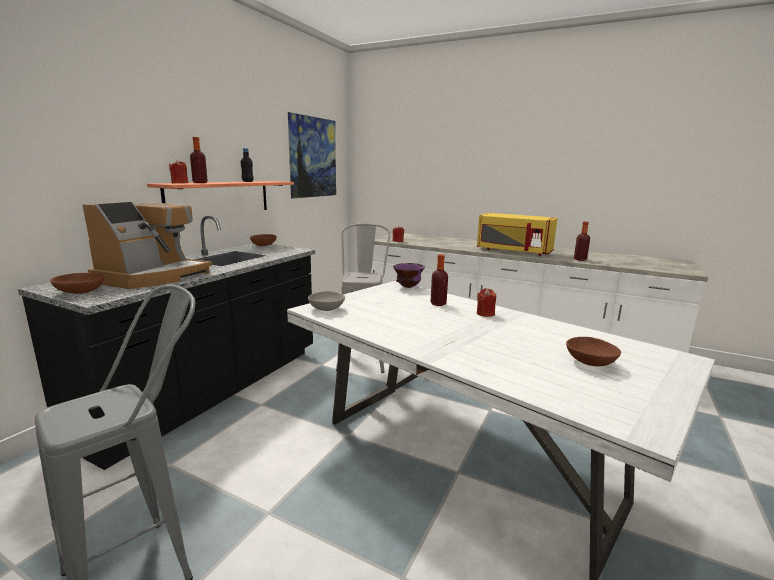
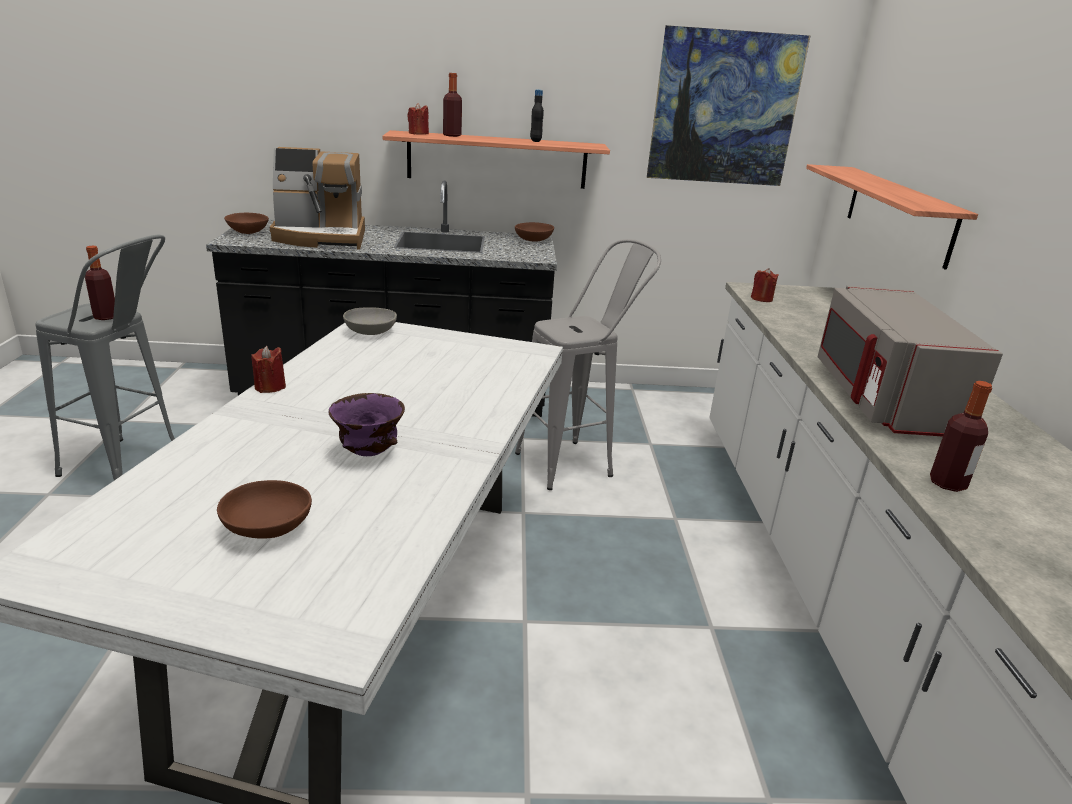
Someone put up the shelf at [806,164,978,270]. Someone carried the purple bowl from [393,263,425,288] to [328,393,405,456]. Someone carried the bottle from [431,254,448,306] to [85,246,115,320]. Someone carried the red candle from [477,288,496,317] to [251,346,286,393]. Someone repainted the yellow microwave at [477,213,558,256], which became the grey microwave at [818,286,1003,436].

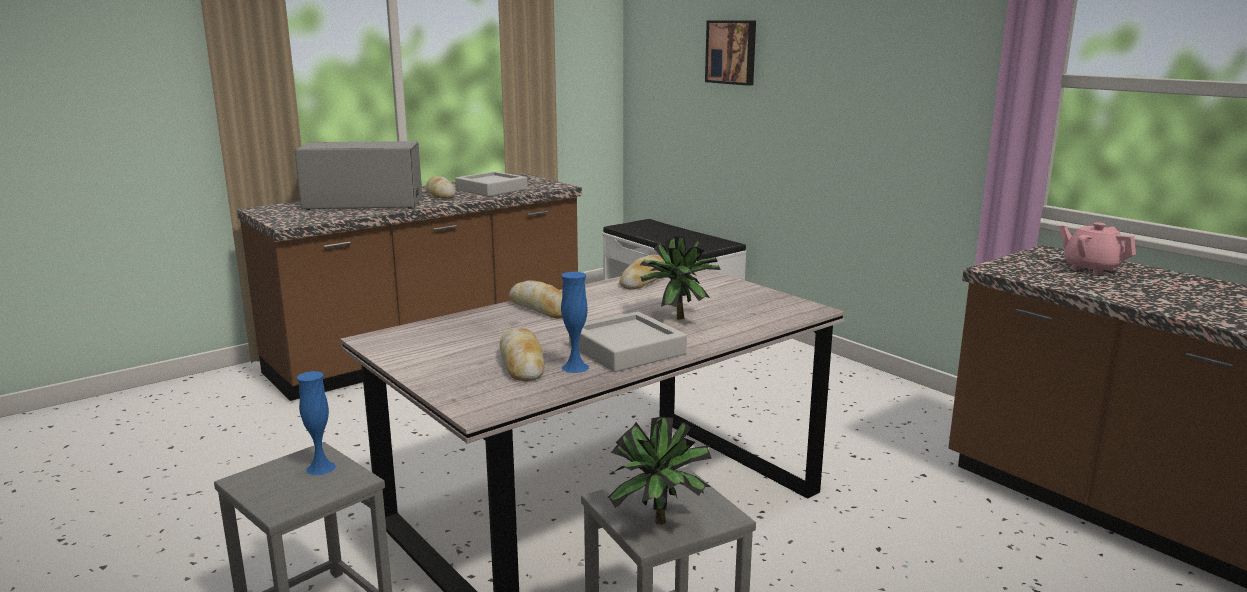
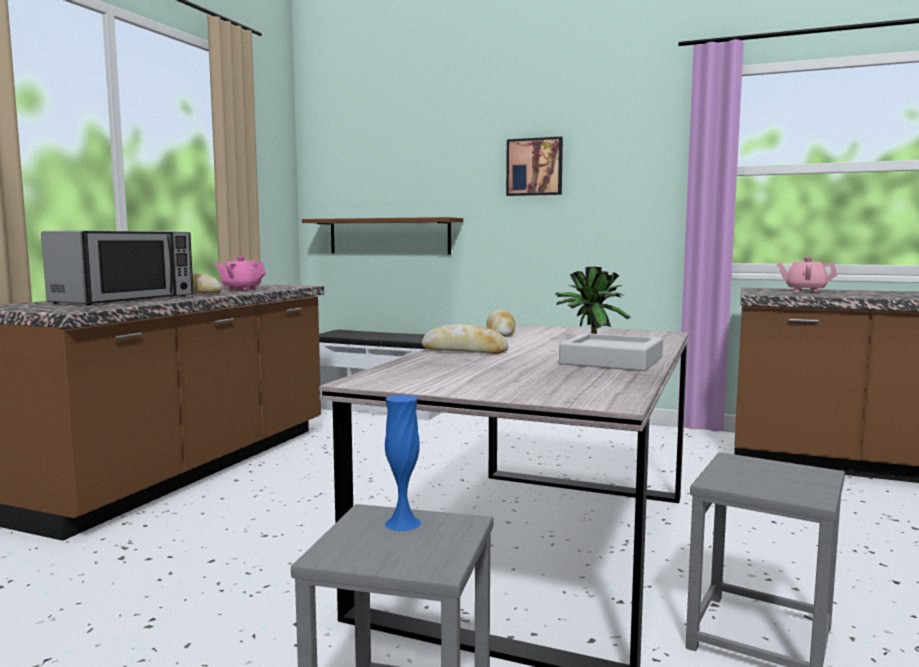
Someone took away the bread at [500,328,544,381]. Someone took away the blue vase at [561,272,589,373]. Someone took away the potted plant at [608,417,712,525]. Someone put up the brown shelf at [302,217,463,255]. Someone carried the picture from [705,20,756,86] to [506,137,563,196]. Someone swapped the grey tray at [455,171,528,197] for the pink teapot at [215,256,266,291]. Someone rotated the microwave at [294,141,422,210] by 150 degrees clockwise.

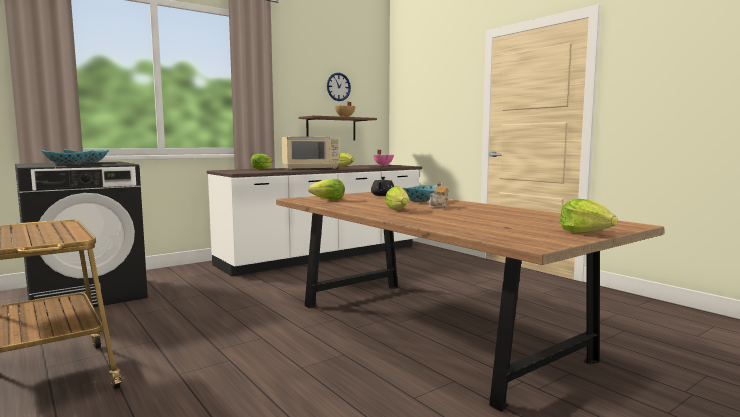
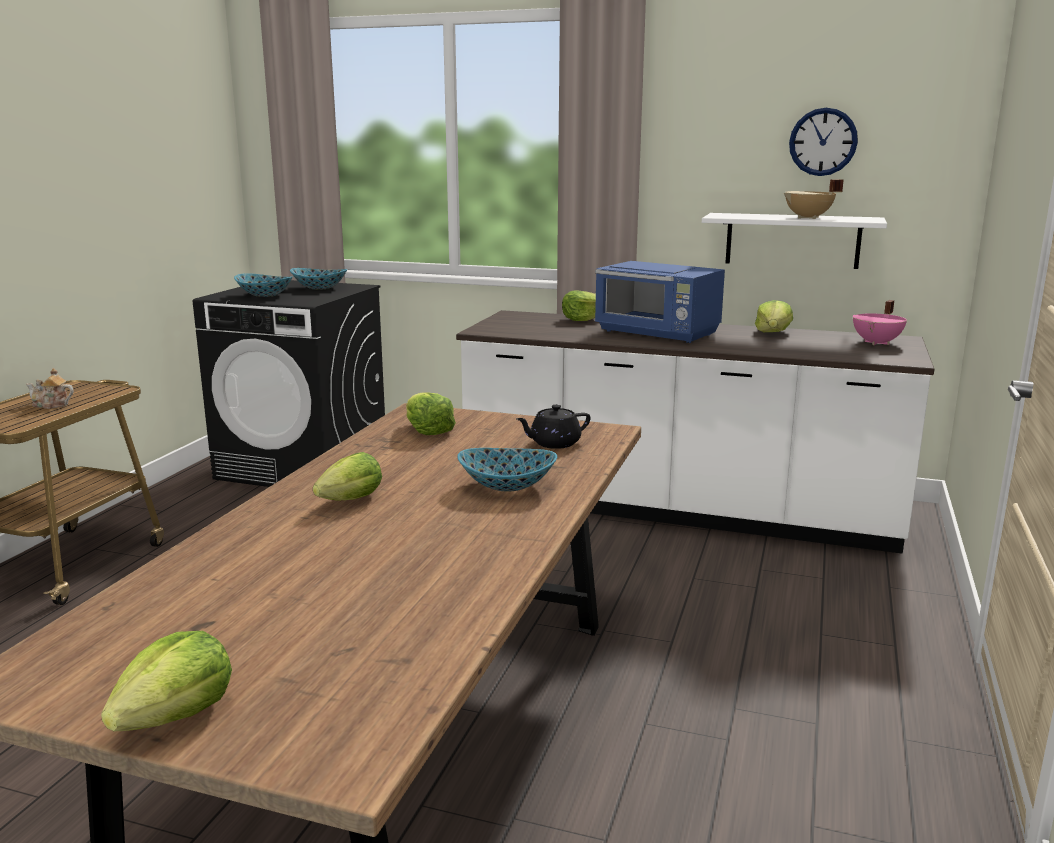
Someone carried the teapot from [429,182,449,209] to [26,368,74,409]. Someone repainted the beige microwave at [282,136,340,170], which became the blue microwave at [595,261,725,343]. Someone repainted the brown shelf at [299,116,377,141], which became the white shelf at [702,213,887,269].

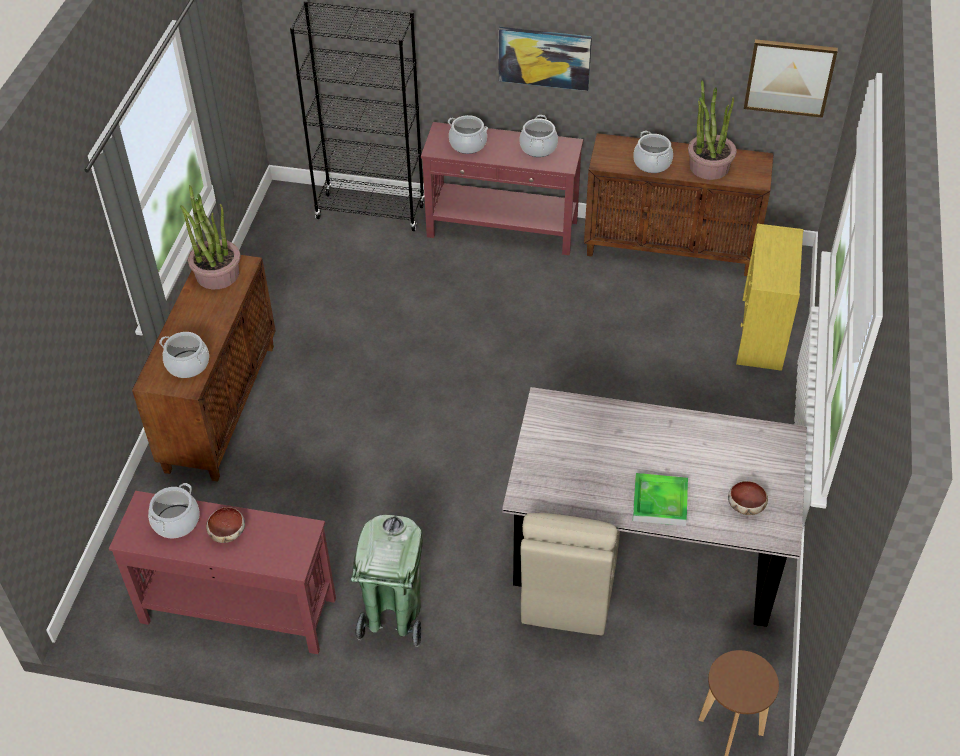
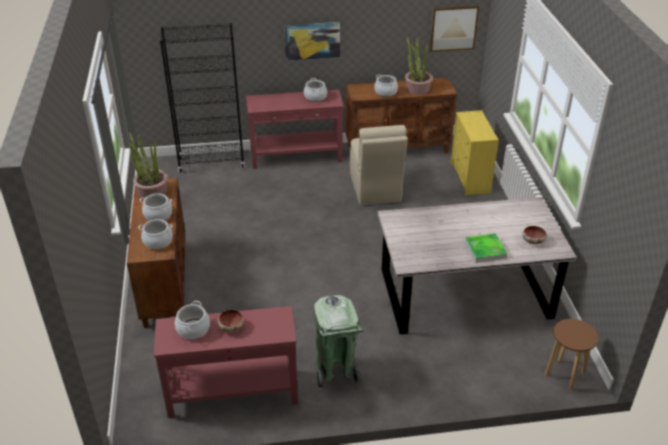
Someone carried the cooking pot from [448,115,488,154] to [139,193,172,221]. Someone carried the beige chair from [520,513,620,635] to [350,125,408,206].

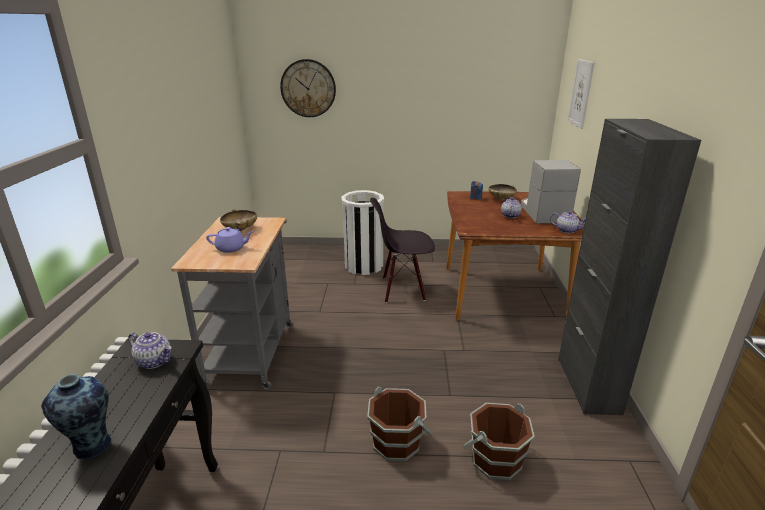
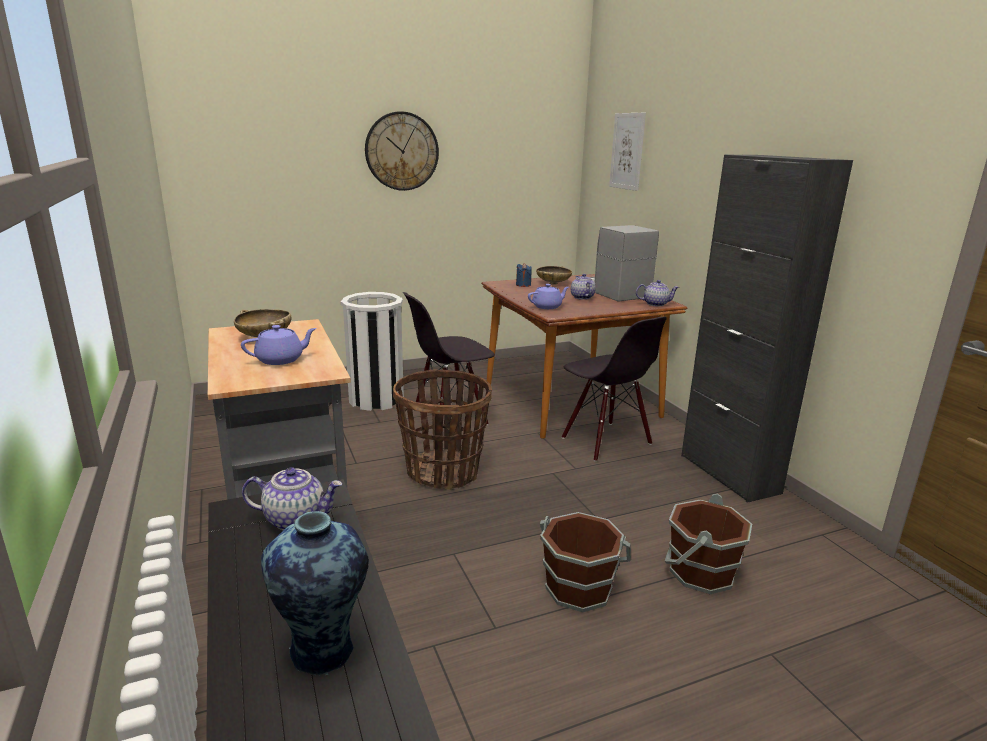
Someone put down the basket at [393,369,492,490]. Someone put down the purple teapot at [528,284,569,309]. Someone put down the black chair at [562,316,667,462]. Someone carried the wall clock from [280,59,336,117] to [365,111,439,191].

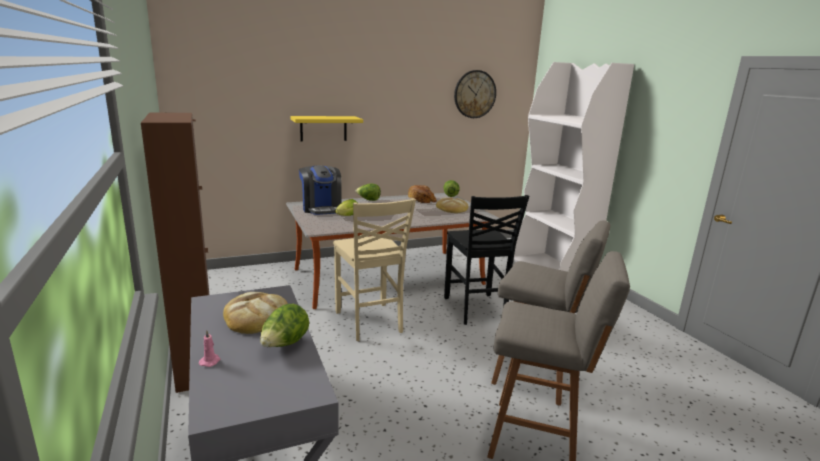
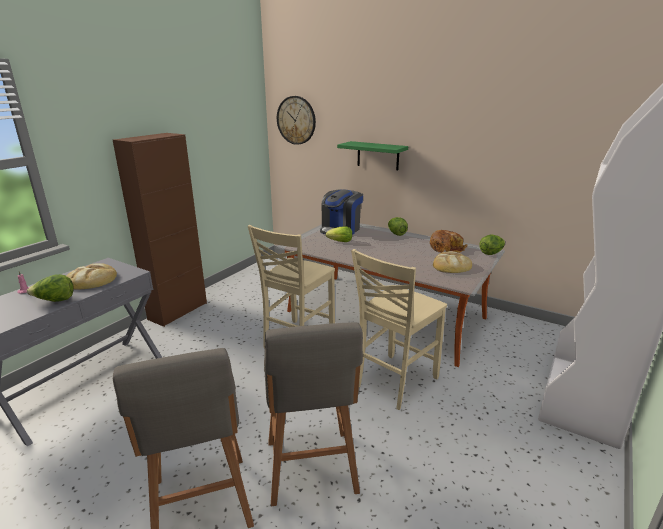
Someone carried the wall clock from [454,70,496,118] to [277,96,316,145]. Someone repainted the yellow shelf at [290,116,363,141], which became the green shelf at [337,141,408,170]. Someone repainted the black chair at [444,195,529,325], which became the beige chair at [351,249,447,410].

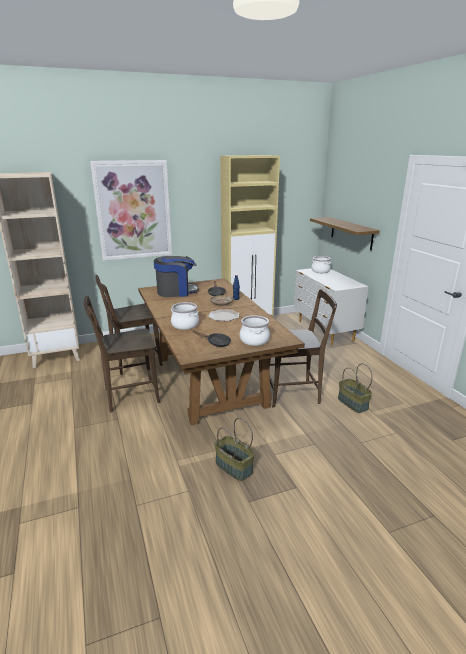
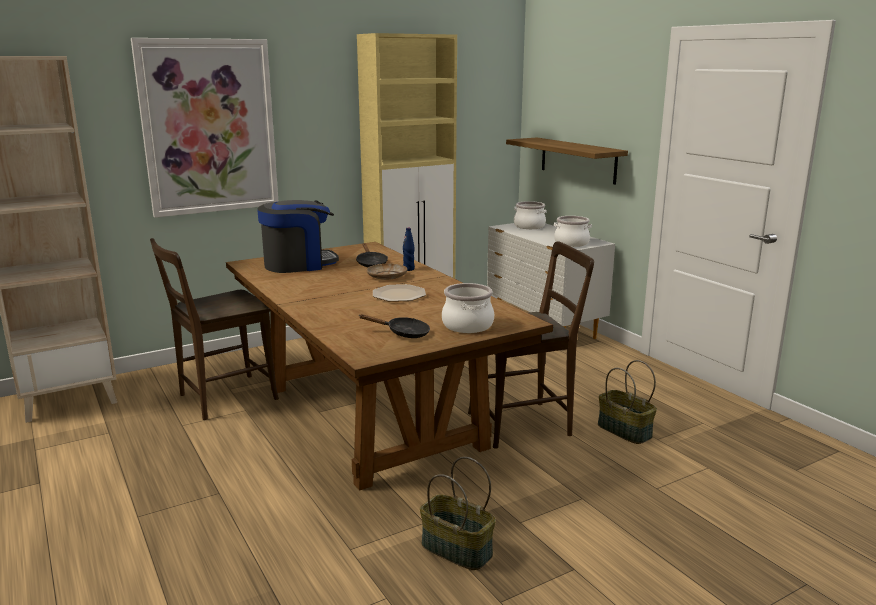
Someone took away the brown chair at [84,296,160,412]. Someone carried the cooking pot from [171,302,199,330] to [554,216,592,247].

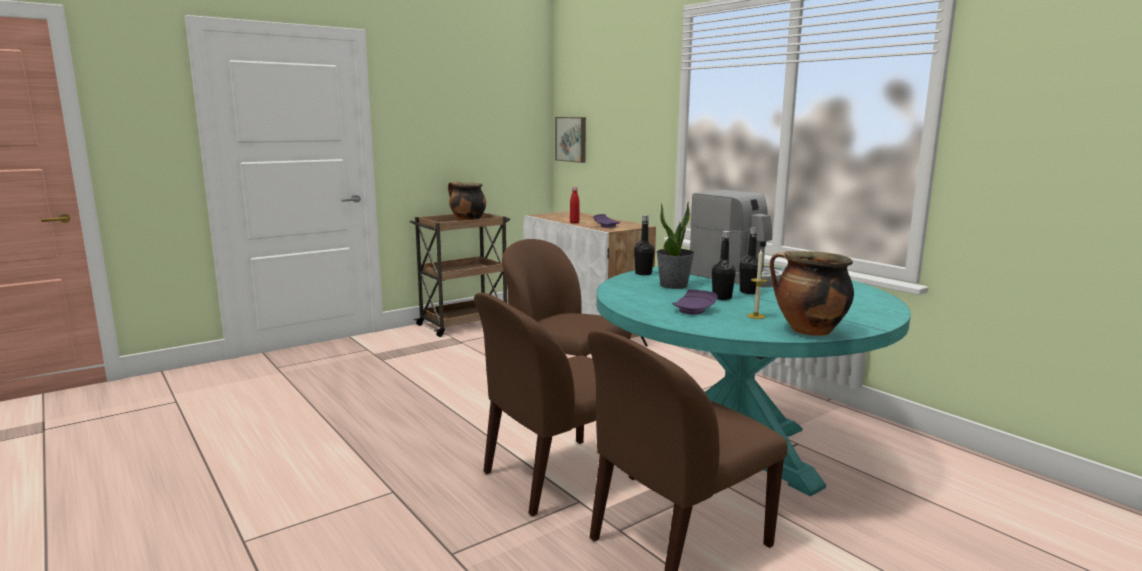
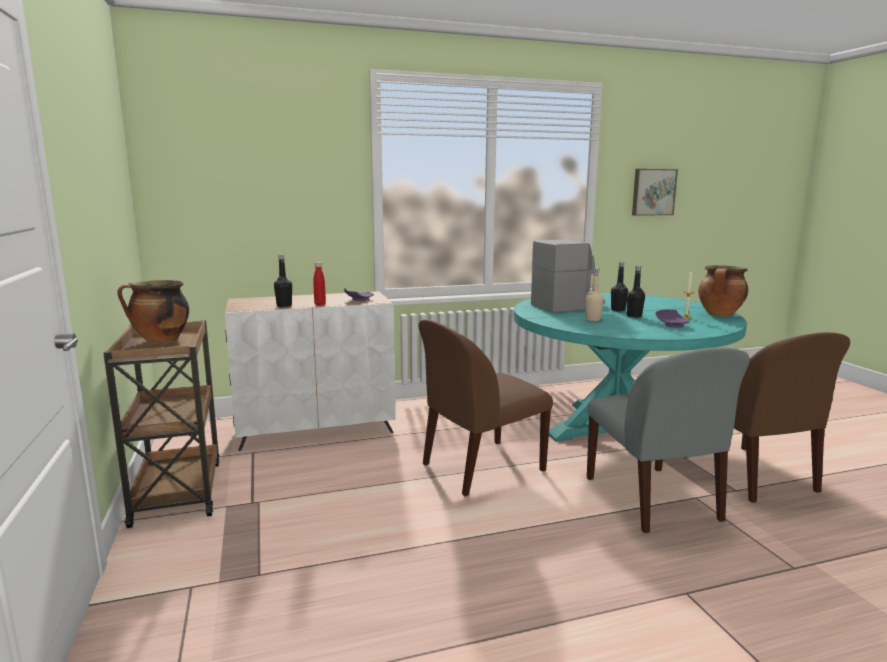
Someone carried the picture from [555,117,586,163] to [632,169,678,216]. Someone carried the black bottle from [634,215,655,275] to [274,254,292,307]. Someone swapped the potted plant at [656,201,695,289] for the beige bottle at [585,268,604,321]. Someone repainted the brown chair at [474,293,635,517], which became the grey chair at [587,347,750,533].

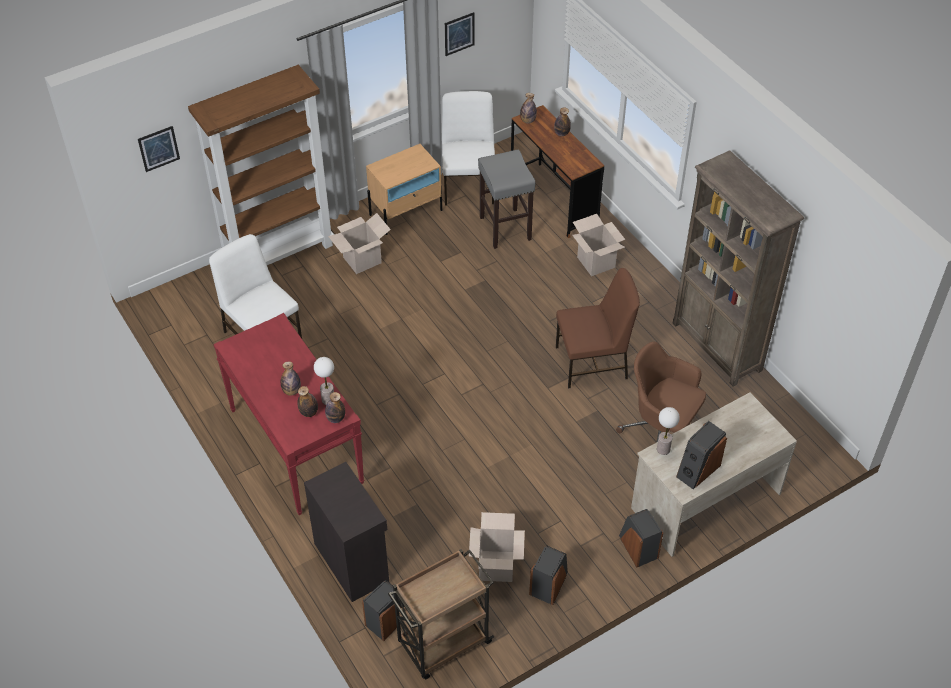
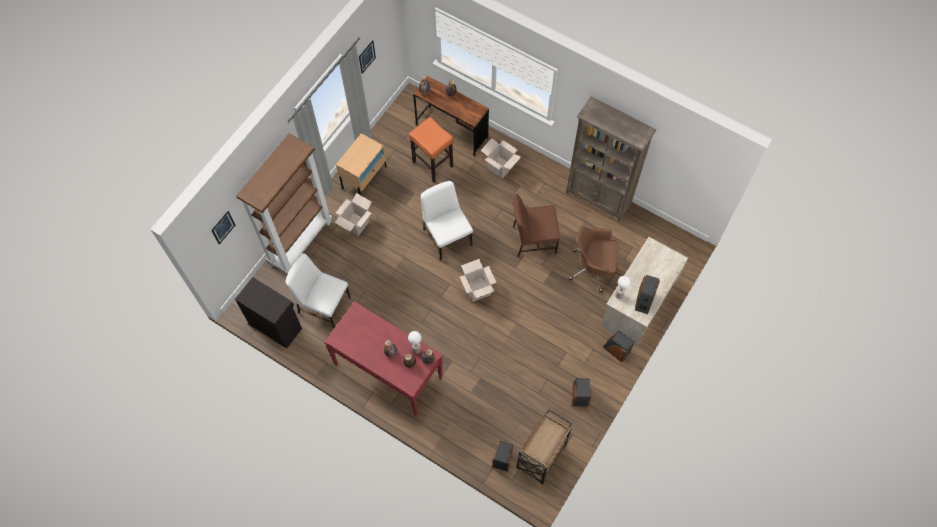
Someone carried the black cabinet from [304,462,389,602] to [235,277,302,348]. Someone carried the white chair from [442,91,495,205] to [421,181,473,260]. Someone carried the cardboard box from [469,512,525,582] to [460,259,497,302]. Someone repainted the grey stool at [478,150,536,249], which became the orange stool at [409,117,453,182]. Someone rotated the brown chair at [556,268,640,388] by 150 degrees counterclockwise.

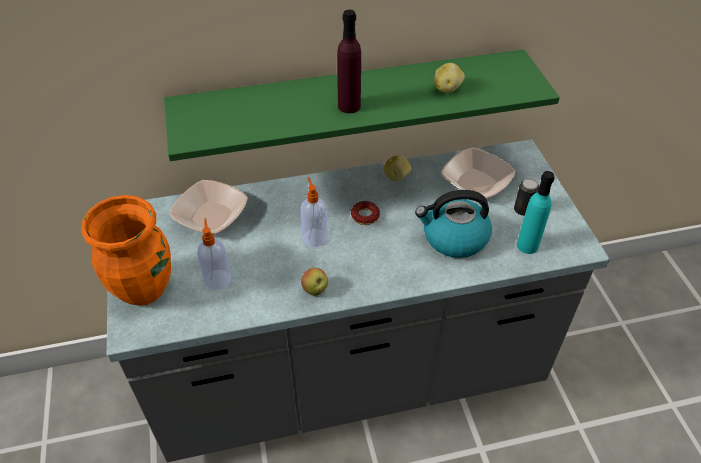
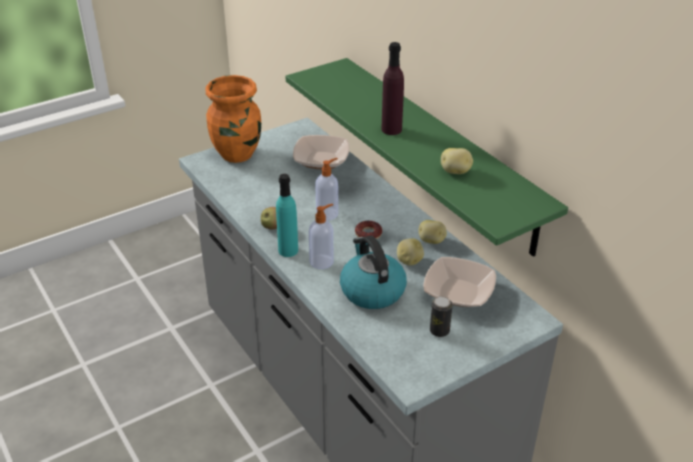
Someone put down the potato at [397,238,424,266]. Someone carried the soap dispenser from [197,218,231,290] to [309,204,334,269]. Someone carried the turquoise bottle from [517,171,555,254] to [276,174,298,257].

